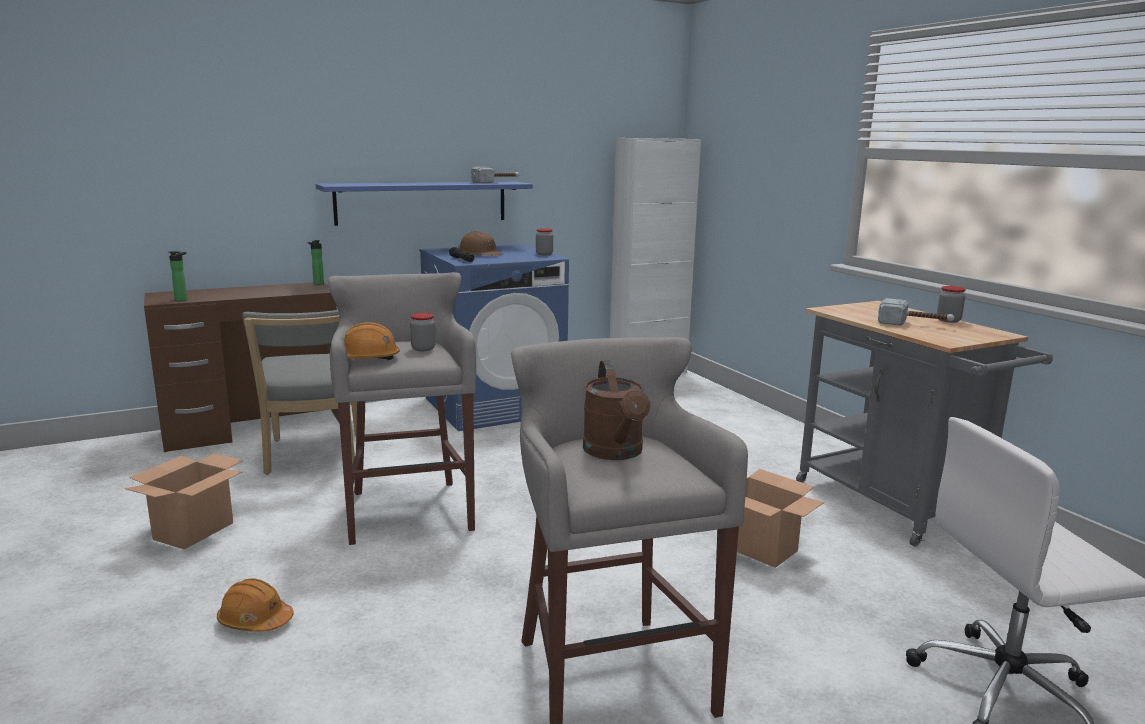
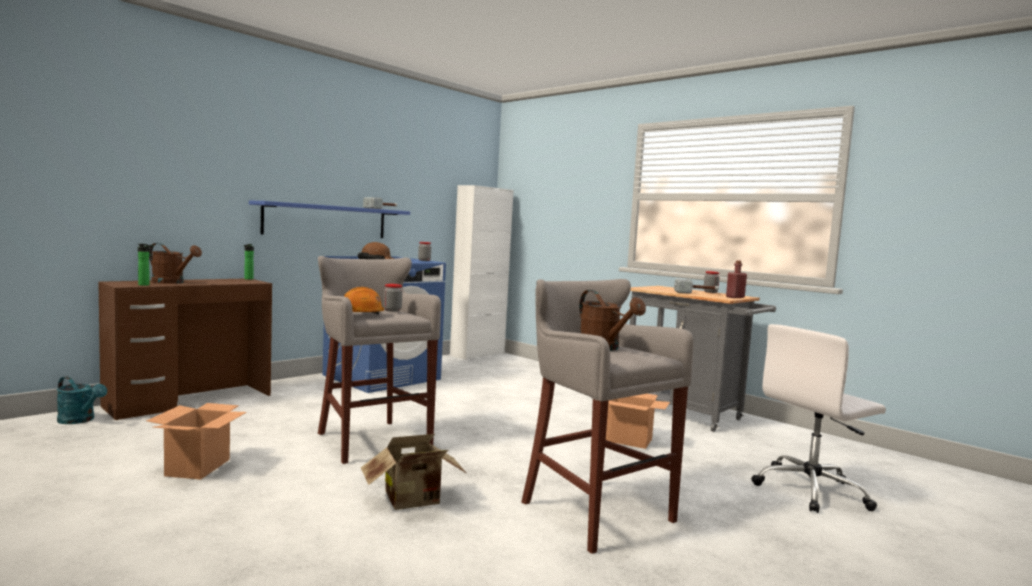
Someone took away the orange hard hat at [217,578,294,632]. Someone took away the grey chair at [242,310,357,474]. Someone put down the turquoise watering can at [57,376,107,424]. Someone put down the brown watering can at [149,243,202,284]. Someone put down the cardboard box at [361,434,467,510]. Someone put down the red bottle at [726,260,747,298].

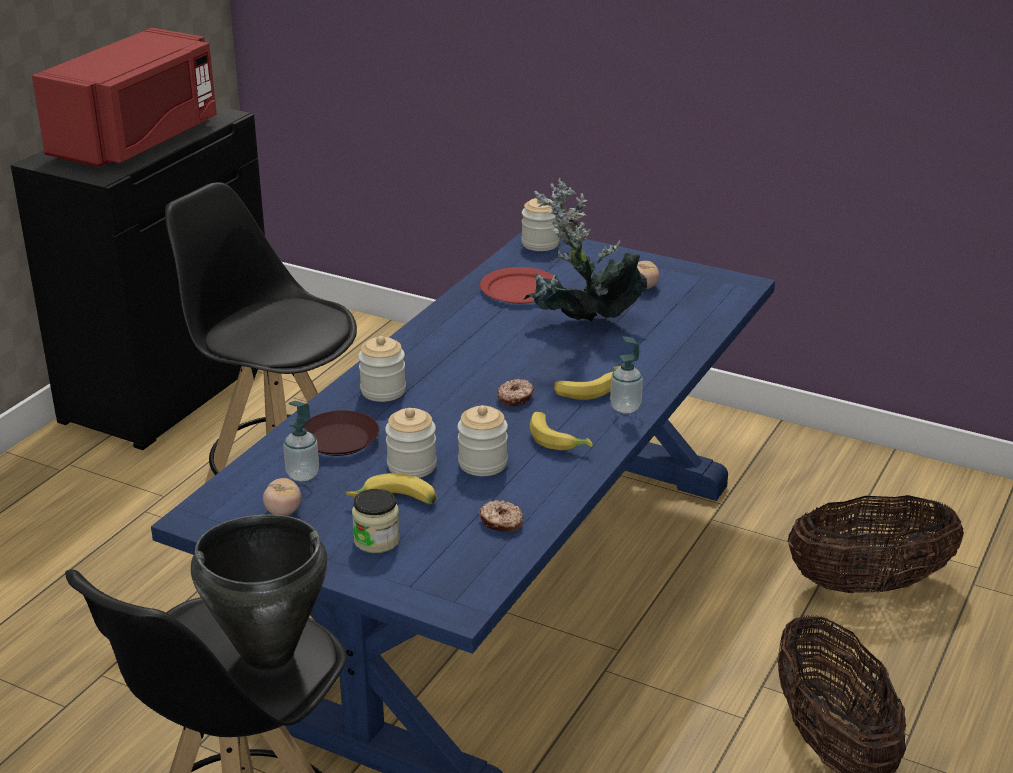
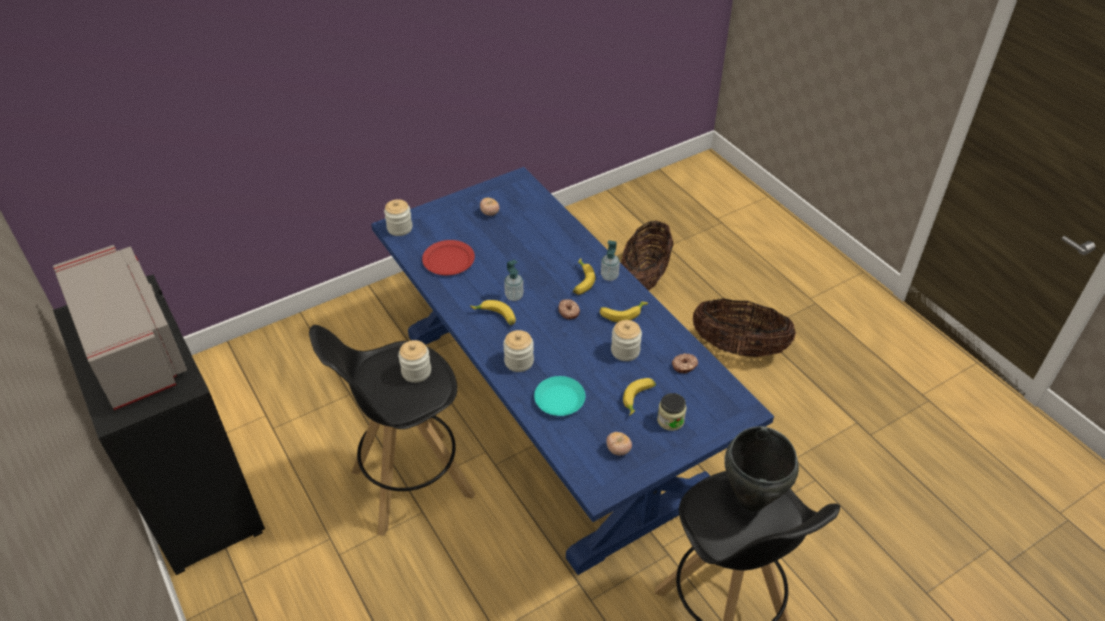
Someone took away the potted plant at [524,178,647,321]. Someone put down the banana at [470,300,516,325]. Someone carried the soap dispenser from [283,401,319,481] to [504,260,523,301]. Someone carried the jar from [385,408,437,478] to [398,340,431,383]. Someone repainted the red microwave at [32,28,217,167], which became the grey microwave at [53,245,187,410]. Someone repainted the brown plate at [303,410,379,456], which became the turquoise plate at [534,376,585,416].

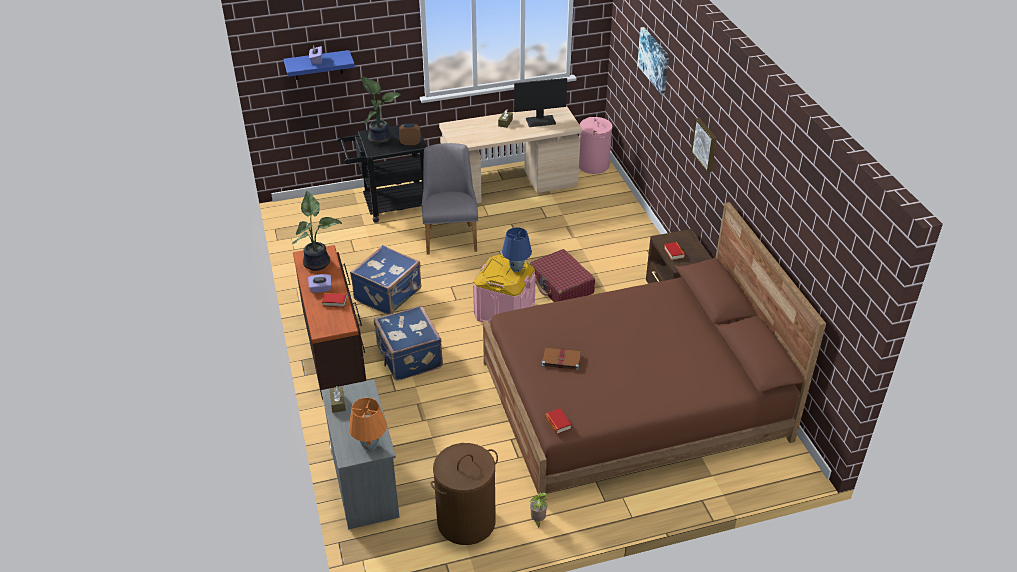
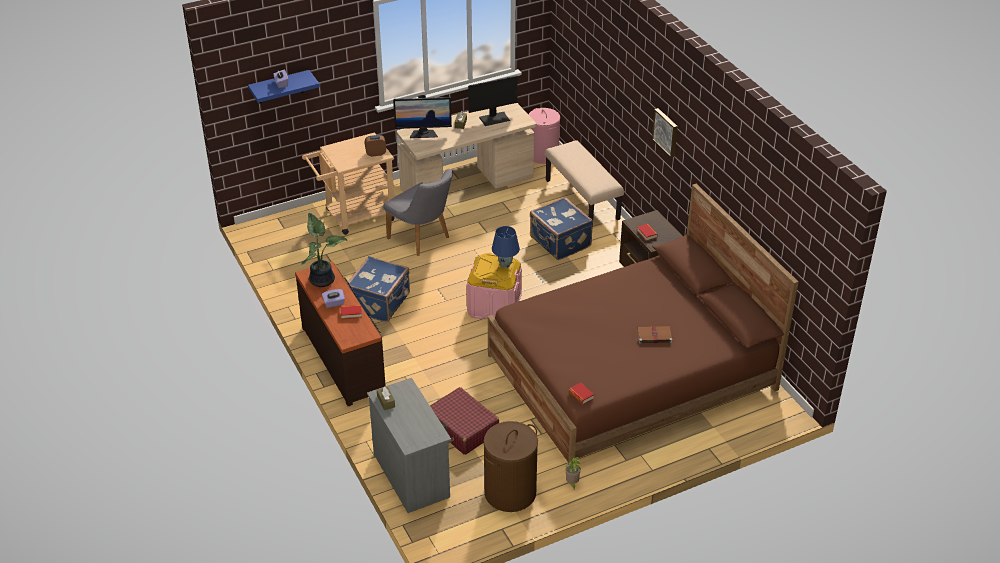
Someone took away the orange table lamp at [349,398,387,451]. Someone took away the potted plant at [360,77,402,145]. Someone took away the picture at [637,27,669,95]. Someone put down the monitor at [393,95,452,138]. Someone put down the beige bench at [545,140,624,228]. Someone carried the blue suitcase from [374,305,443,381] to [530,197,593,260]. Someone carried the red suitcase from [529,249,595,302] to [430,387,499,455]. Someone carried the brown book from [539,347,581,370] to [636,326,672,344]. Someone repainted the black cart at [338,123,427,223], which became the beige cart at [302,133,395,235]. Someone rotated the grey chair at [422,143,478,255] by 150 degrees clockwise.

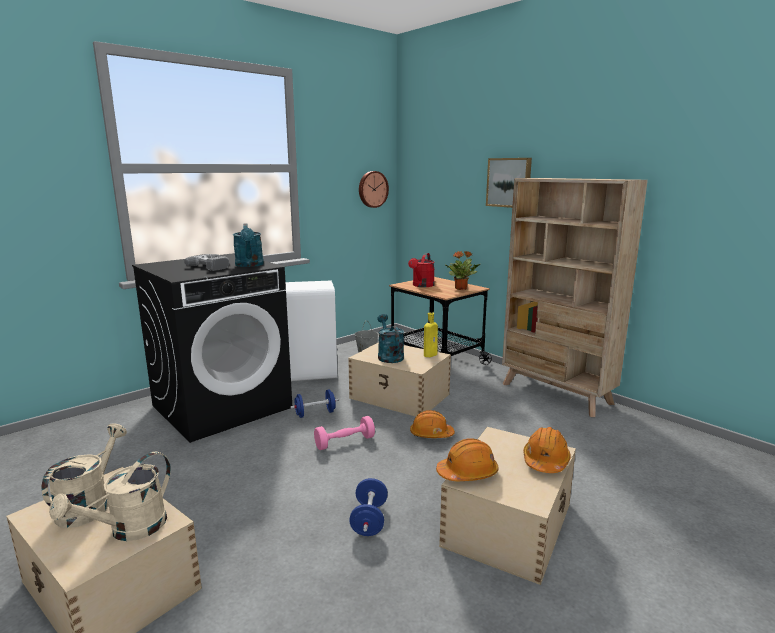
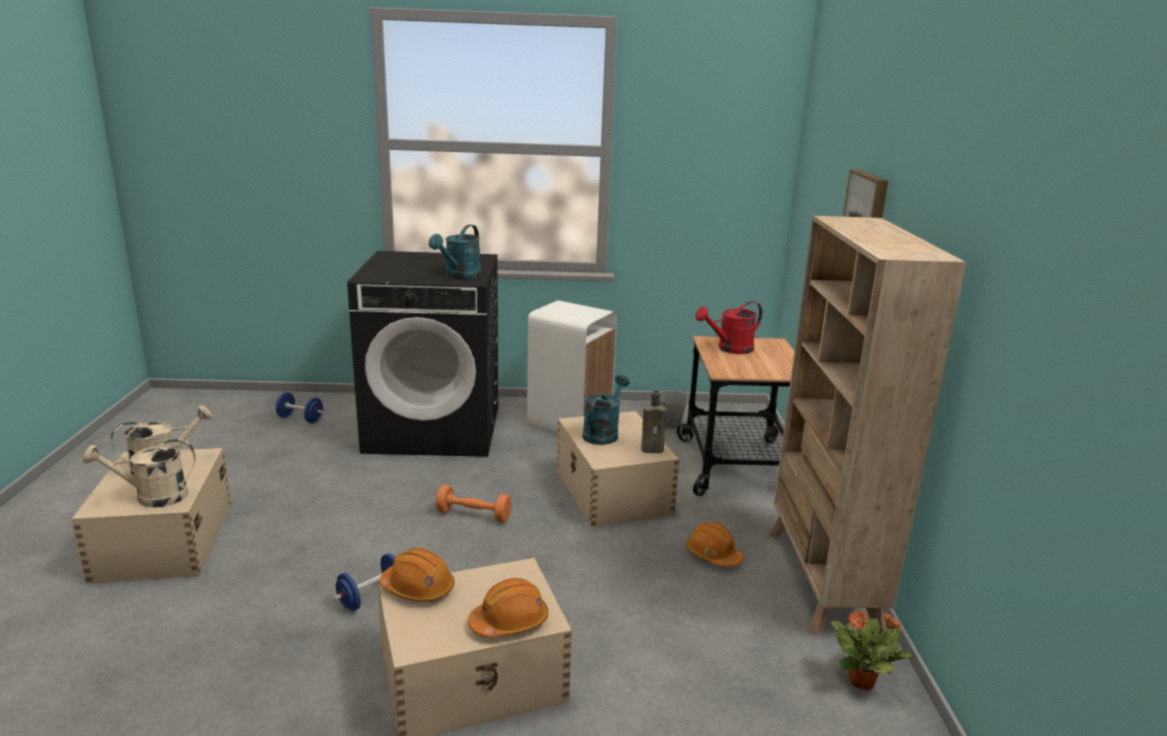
Someone took away the power drill at [184,254,229,271]. Someone took away the wall clock at [359,171,389,208]. Someone carried the blue dumbbell from [290,390,339,418] to [276,392,323,424]. Someone carried the orange hard hat from [410,410,455,438] to [686,522,743,567]. Someone carried the potted plant from [444,251,480,290] to [831,610,912,690]. Someone repainted the pink dumbbell at [314,416,375,450], which became the orange dumbbell at [436,485,511,523]. Someone repainted the yellow bottle at [424,312,438,357], which became the brown bottle at [641,390,667,453].

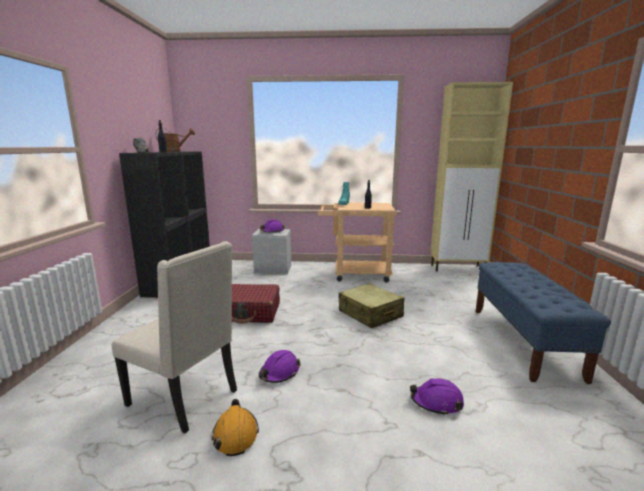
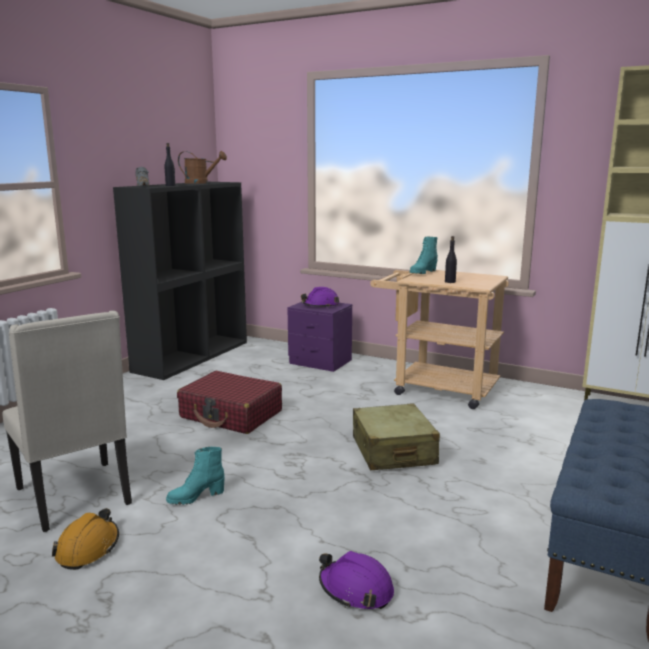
Someone swapped the purple hard hat at [259,350,301,383] for the turquoise boot at [166,447,225,505]. Someone repainted the grey nightstand at [252,229,291,274], which became the purple nightstand at [287,302,352,372].

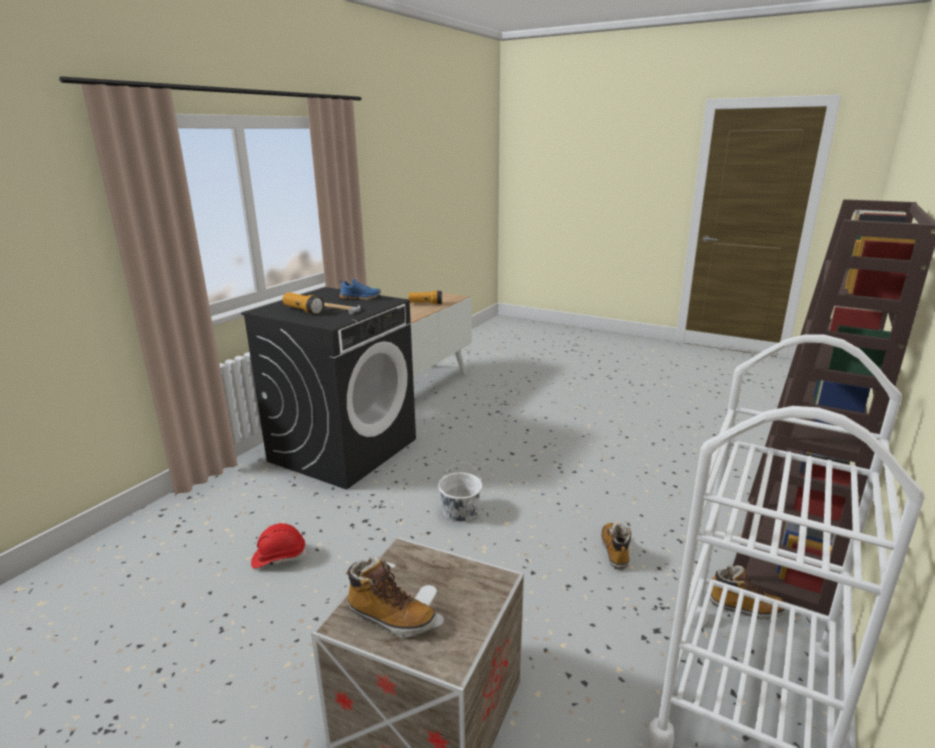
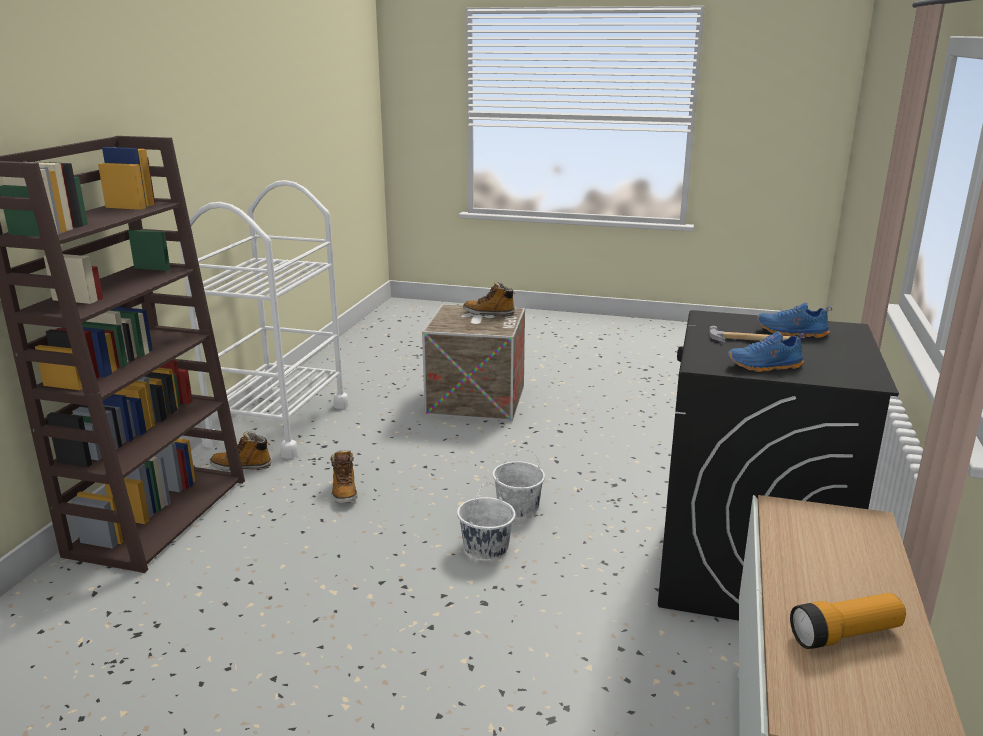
Someone took away the red hard hat at [251,523,308,568]. Someone put down the white bucket at [457,482,515,559]. Someone swapped the flashlight at [283,292,324,315] for the blue shoe at [757,302,832,338].

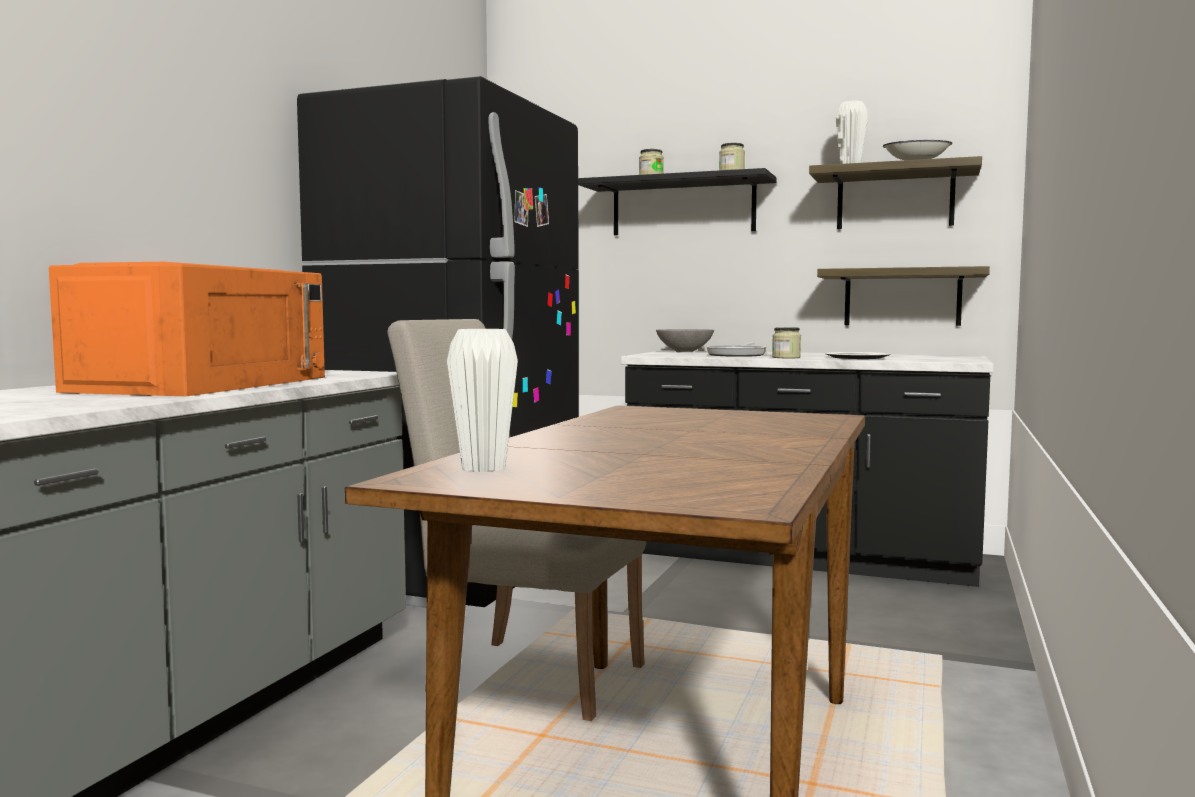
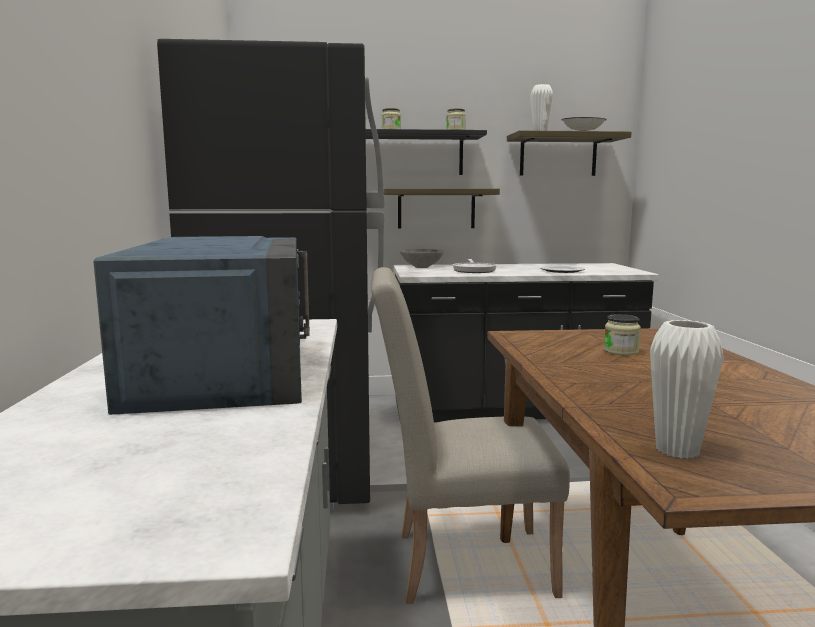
Someone carried the jar from [772,327,801,358] to [604,314,641,356]. Someone carried the shelf from [817,266,990,326] to [384,188,500,228]. Someone repainted the orange microwave at [49,262,325,396], which became the blue microwave at [93,236,310,415].

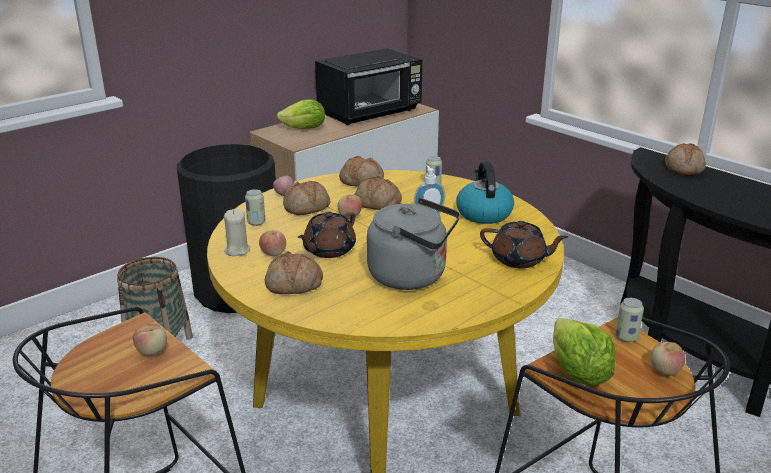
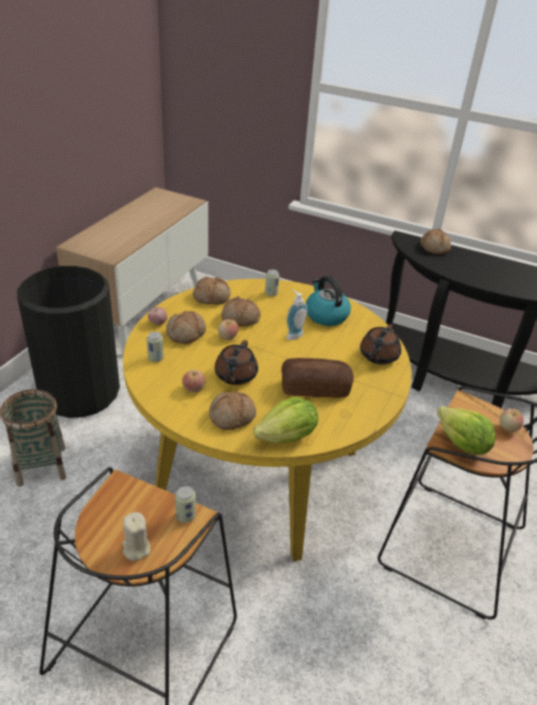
Someone took away the apple at [133,324,167,356]. Someone took away the black microwave at [315,48,422,125]. Someone carried the beige candle from [224,209,250,256] to [122,512,150,561]. Someone carried the lettuce from [277,99,325,130] to [253,397,318,443]. Someone carried the can from [615,298,644,342] to [175,486,196,523]. Someone swapped the grey kettle at [367,198,460,290] for the bread at [281,358,354,398]. Someone rotated the brown teapot at [480,221,568,268] by 120 degrees clockwise.

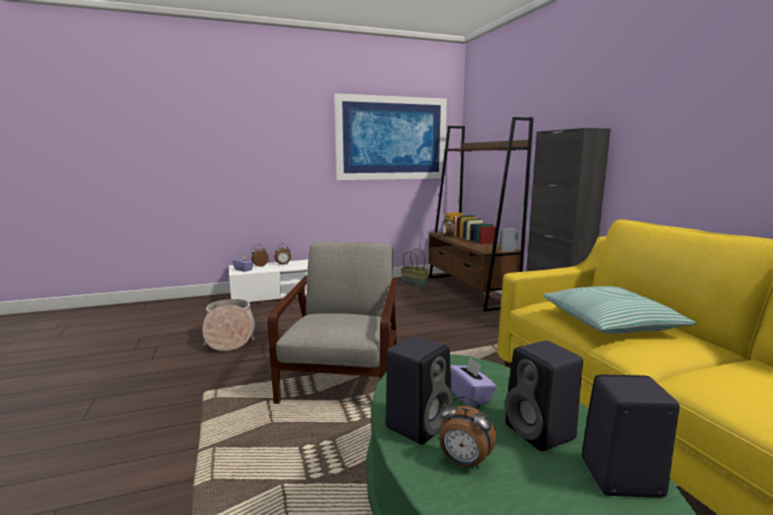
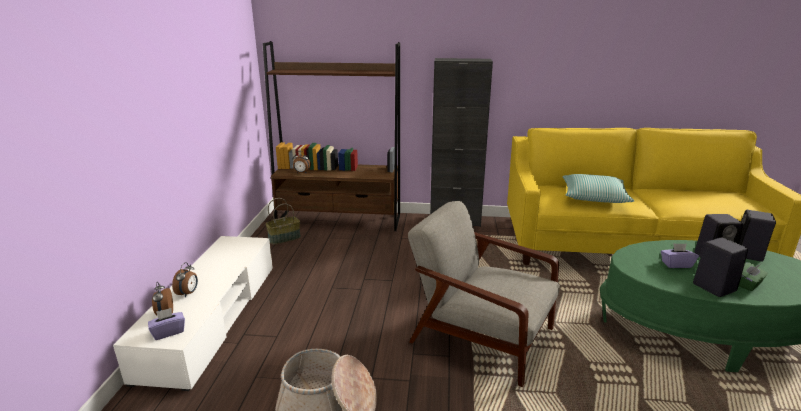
Someone took away the picture at [334,93,447,180]. Someone swapped the alarm clock at [439,396,496,469] for the green tissue box at [739,262,768,291].

